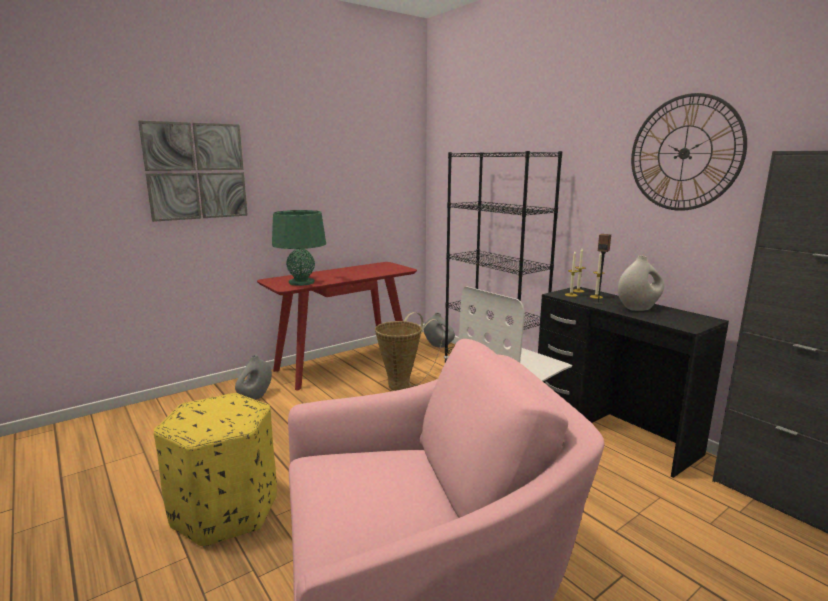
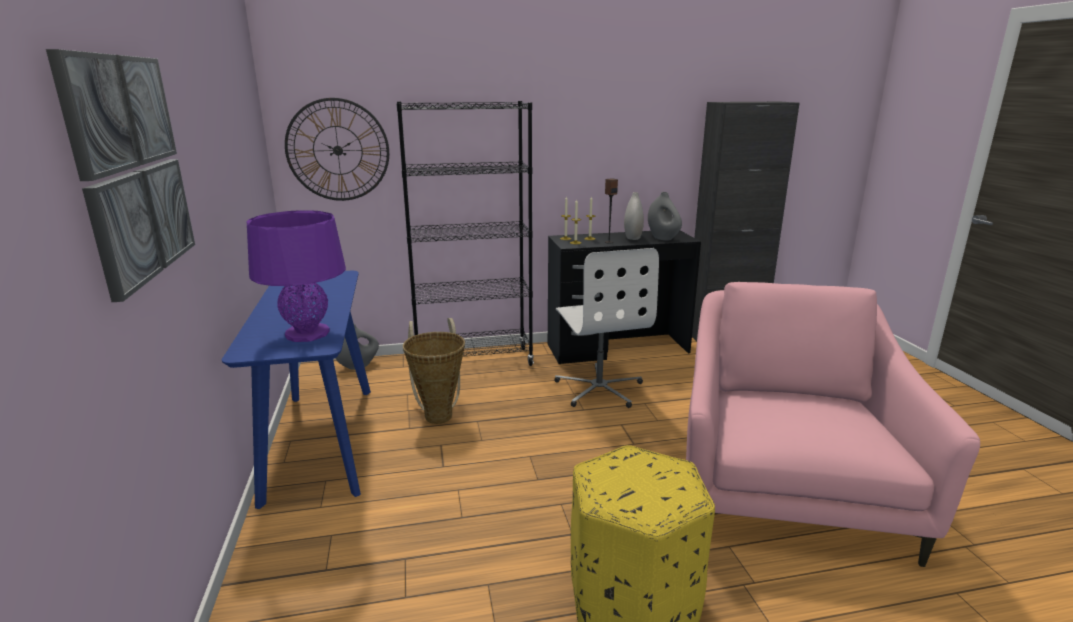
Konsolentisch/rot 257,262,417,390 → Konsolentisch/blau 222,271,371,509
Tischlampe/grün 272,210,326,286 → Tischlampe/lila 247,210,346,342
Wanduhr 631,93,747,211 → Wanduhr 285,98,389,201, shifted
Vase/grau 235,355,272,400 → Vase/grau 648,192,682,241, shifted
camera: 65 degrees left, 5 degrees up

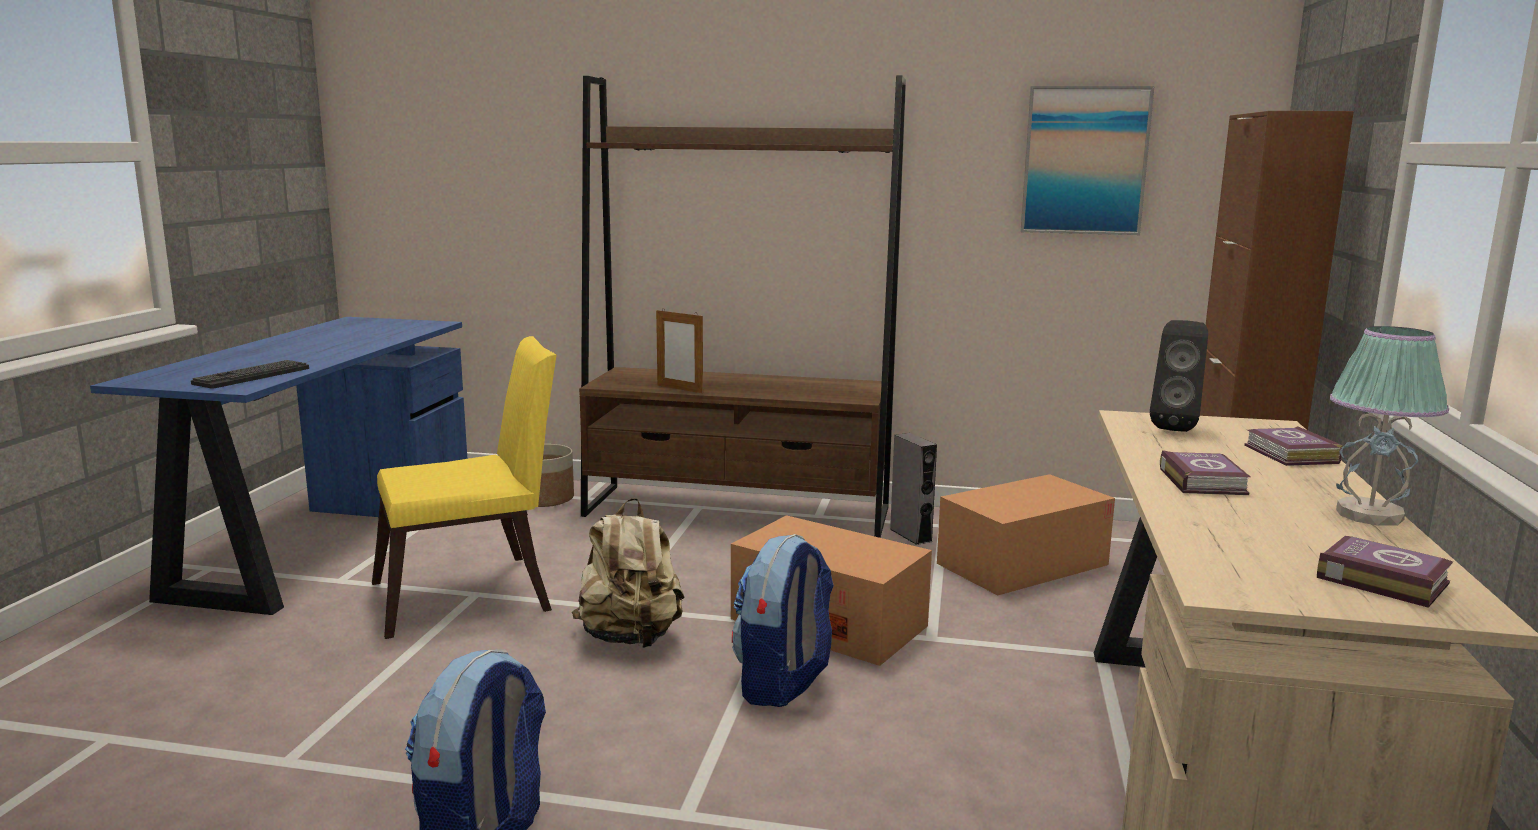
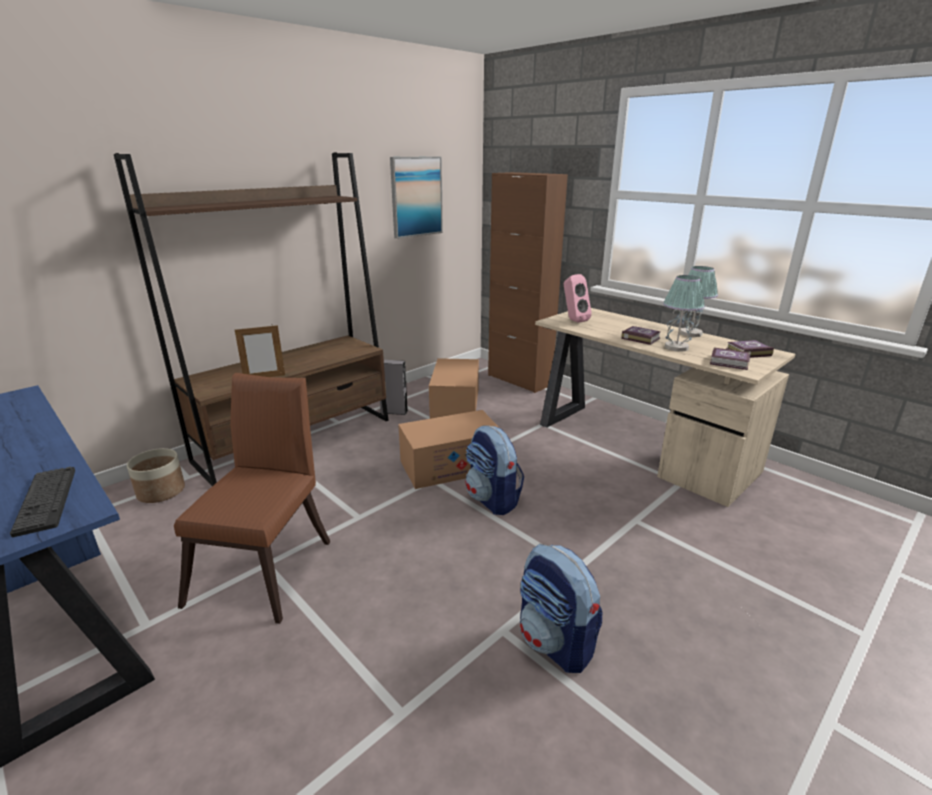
Stuhl/gelb 372,336,557,639 → Stuhl/braun 174,373,330,624
Lautsprecher/schwarz 1150,320,1208,432 → Lautsprecher/rosa 564,274,592,323
- → Tischlampe 663,275,705,352
Buch 1244,426,1343,466 → Buch 710,348,750,370, shifted
Rucksack/beige 572,498,684,648 → -
camera: 55 degrees left, 10 degrees up

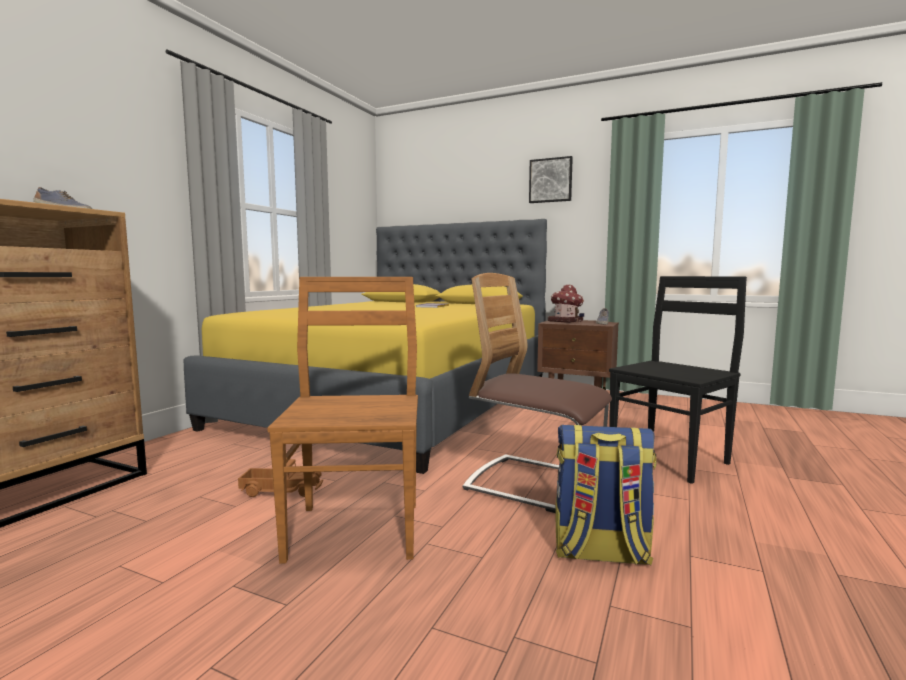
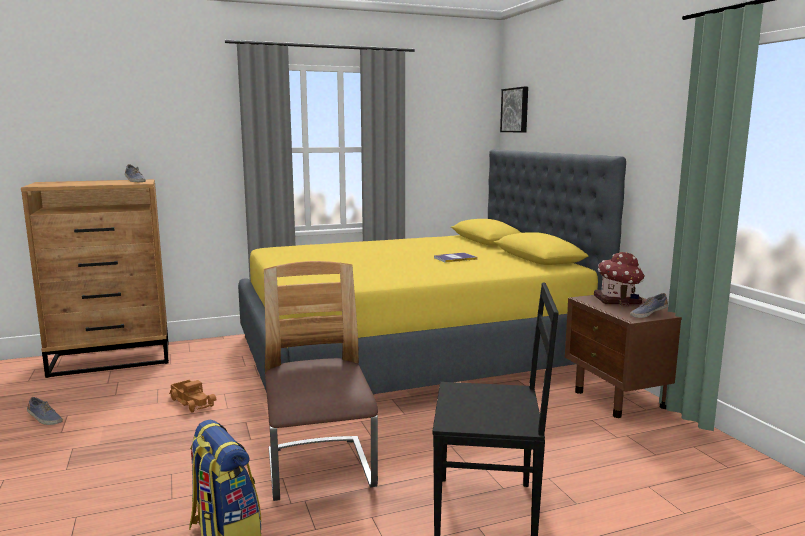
- → Schuh 27,397,63,425
Bild 529,156,573,203 → Bild 500,87,528,132, shifted
Stuhl/braun 267,277,418,564 → -
camera: 45 degrees right, 5 degrees up

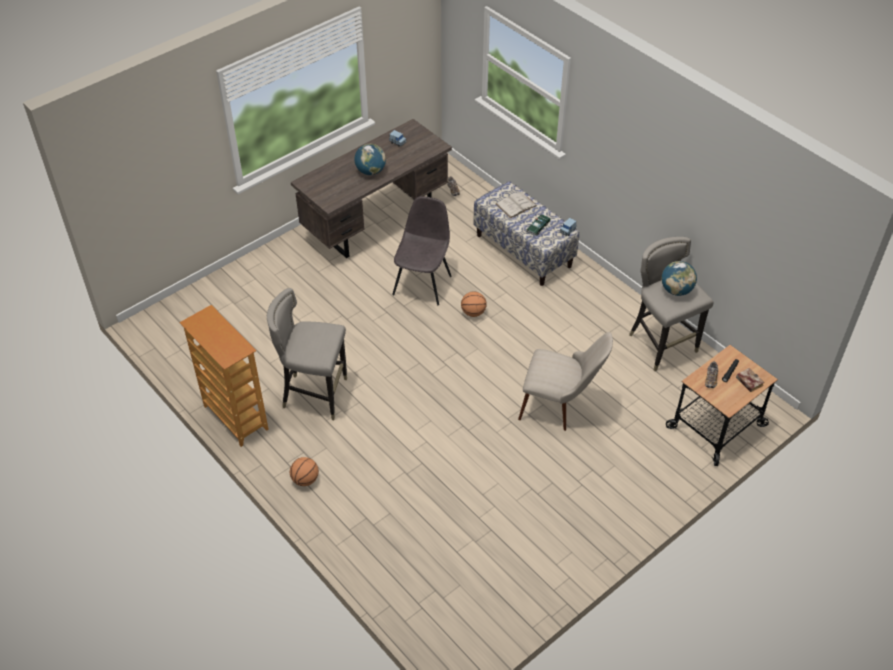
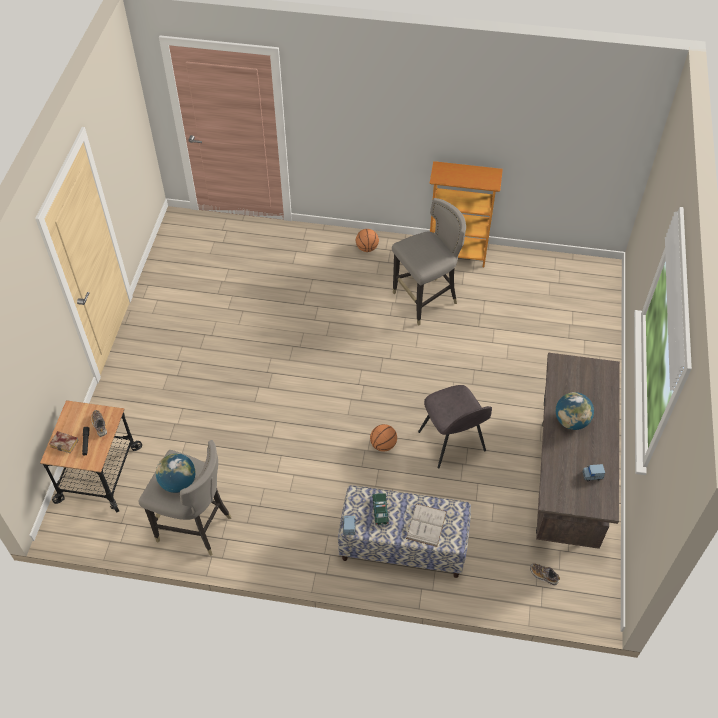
Stuhl/beige 518,332,613,431 → -
camera: 140 degrees right, 5 degrees up

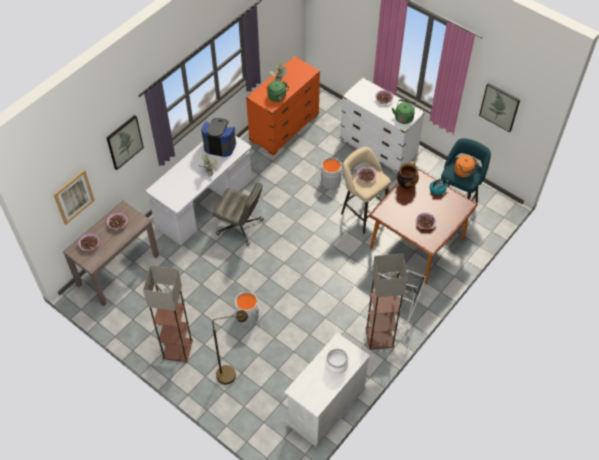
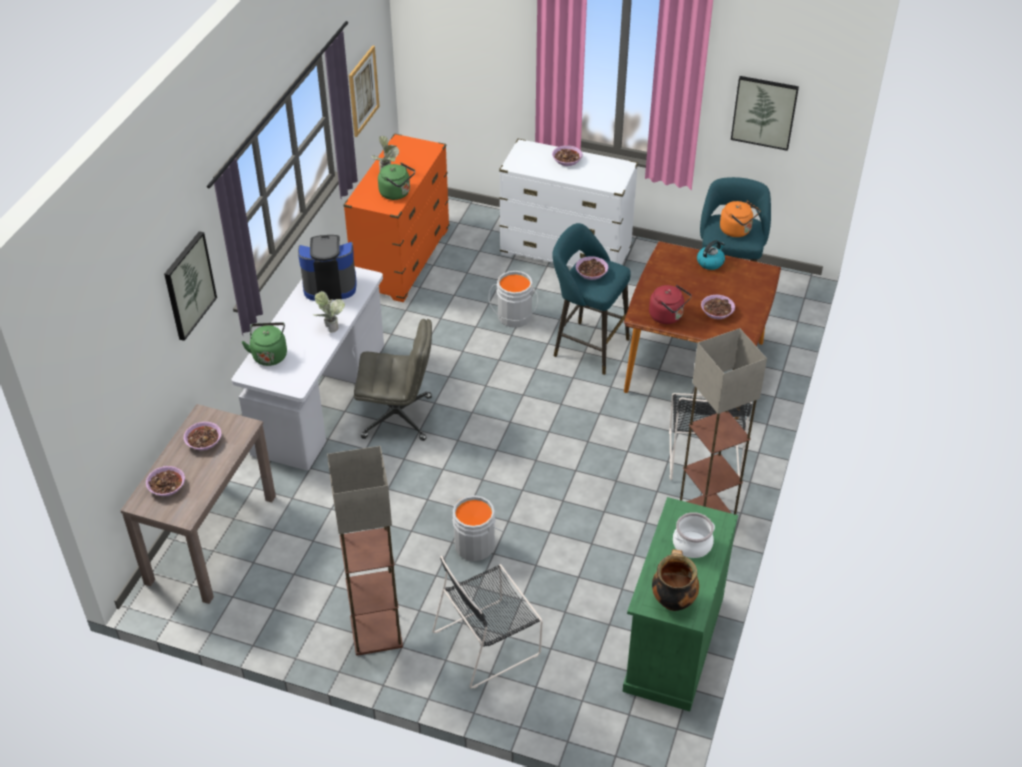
Wasserkessel/grün 392,99,416,124 → Wasserkessel/grün 242,322,287,366, shifted
Bild 53,170,95,225 → Bild 349,45,380,137, shifted
Stehlampe/braun 212,310,248,384 → Stuhl/schwarz 432,556,543,689
Hocker/beige 341,147,390,234 → Hocker/türkis 552,223,631,375
Schrank/weiß 284,333,370,447 → Schrank/grün 622,497,738,711
- → Wasserkessel/rot 649,285,692,324
Kochtopf 397,161,419,189 → Kochtopf 652,549,699,611, shifted
camera: 20 degrees left, 10 degrees down

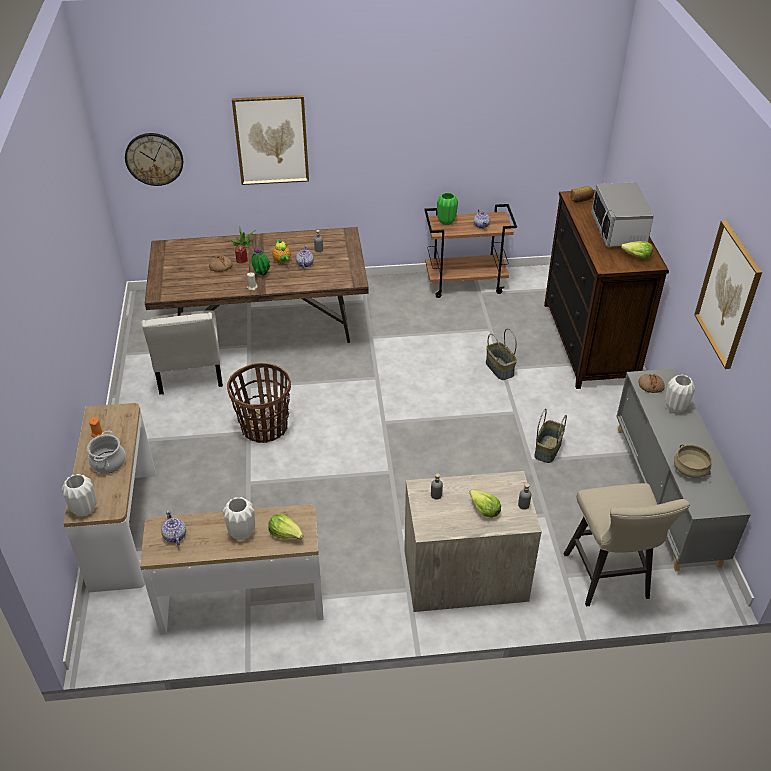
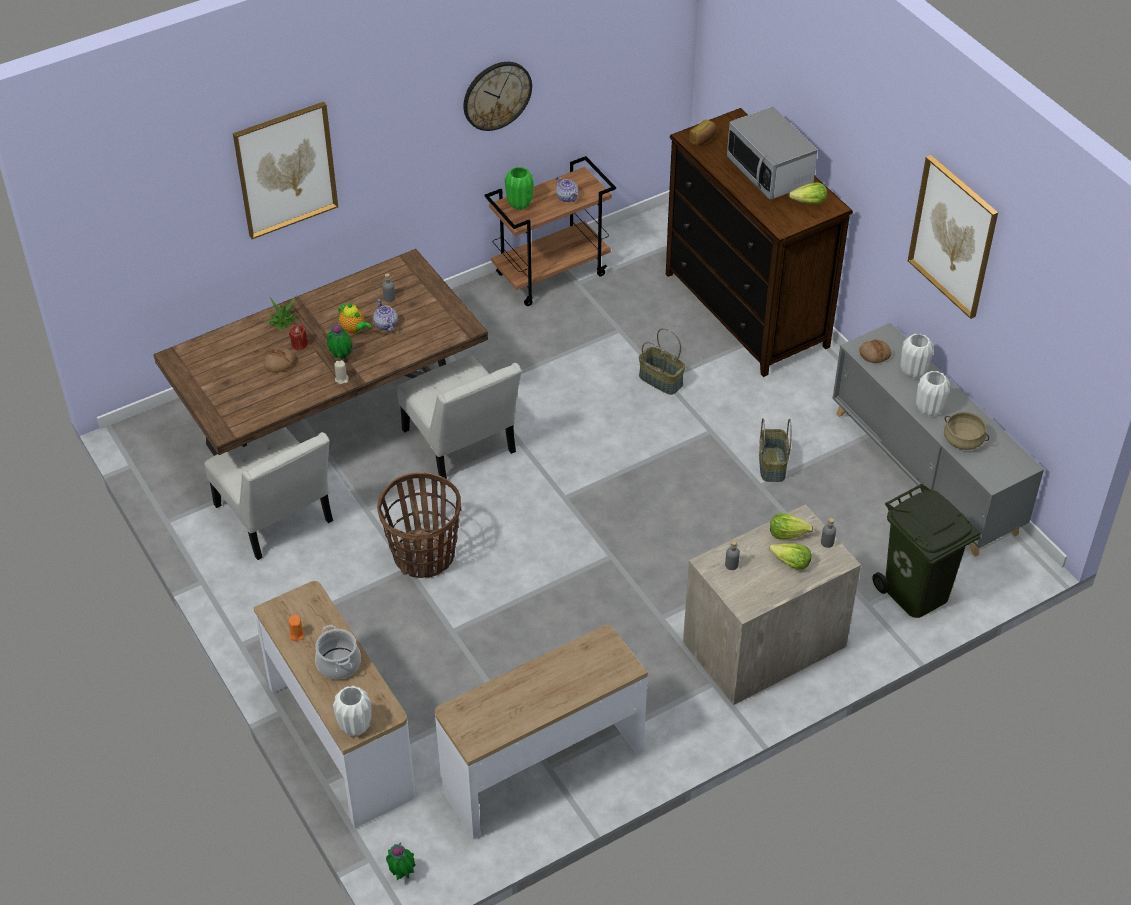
- → Topfpflanze 386,842,415,880
- → Stuhl/weiß 397,355,522,479
Wanduhr 125,133,183,186 → Wanduhr 463,62,532,131, shifted
Salatkopf 268,514,303,540 → Salatkopf 770,513,813,539, shifted
Hocker/beige 564,483,690,606 → Mülleimer/grün 872,484,981,618
Vase/weiß 223,497,255,540 → Vase/weiß 916,371,950,417, shifted
Teekanne 161,510,186,546 → -
camera: 25 degrees left, 5 degrees up

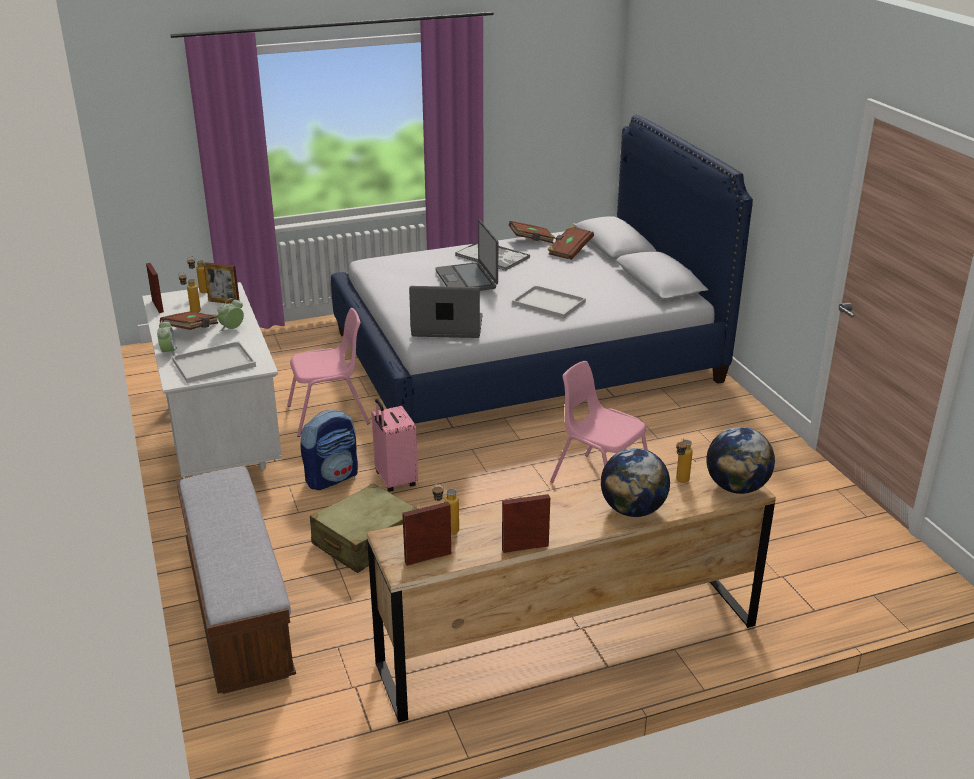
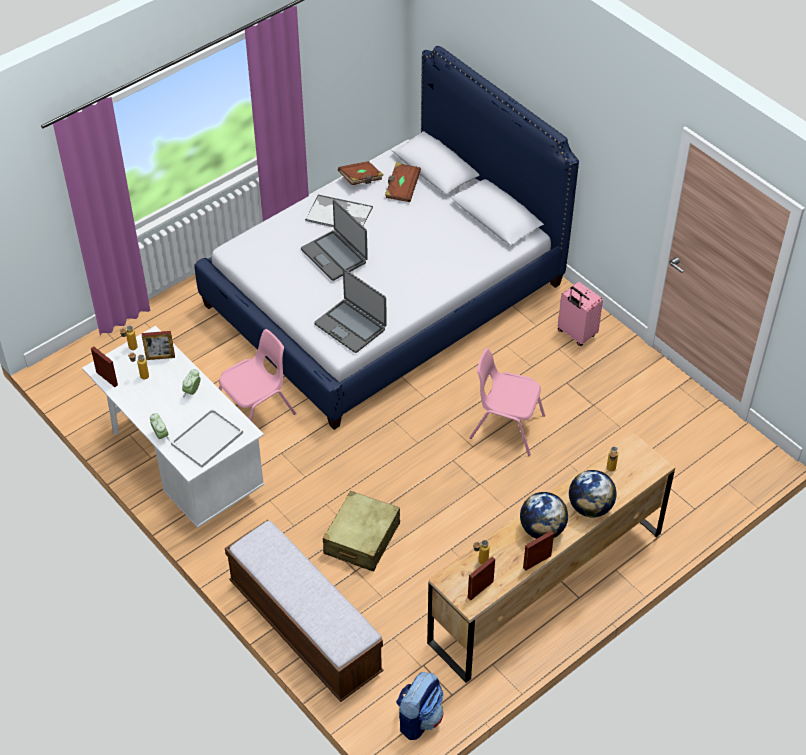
Laptop 409,286,482,338 → Laptop 315,269,387,353, 120 degrees counterclockwise
Rucksack 300,410,358,490 → Rucksack 396,672,443,740, shifted
Globus 706,427,775,494 → Globus 520,492,568,539, shifted
Koffer/rosa 371,399,418,492 → Koffer/rosa 558,282,603,346, shifted
Buch/braun 160,311,218,330 → -
Tablett/weiß 512,285,586,319 → -
camera: 20 degrees left, 20 degrees up

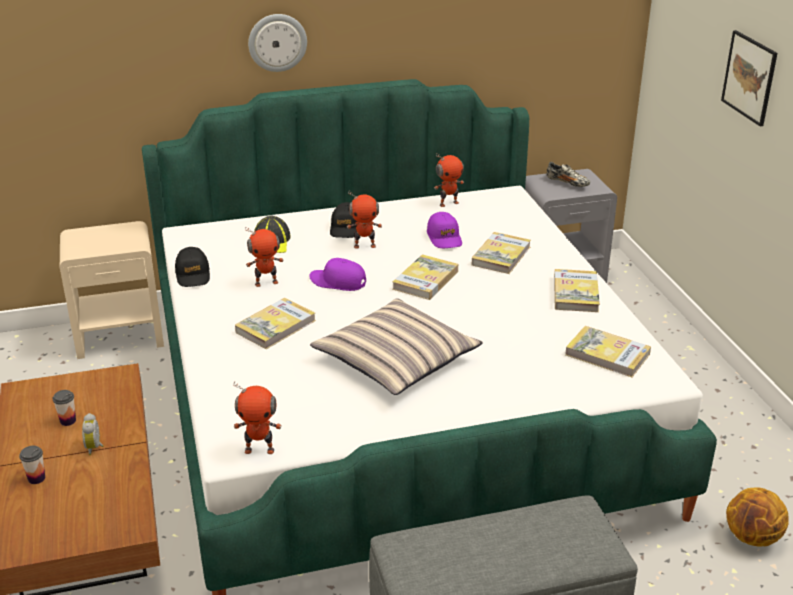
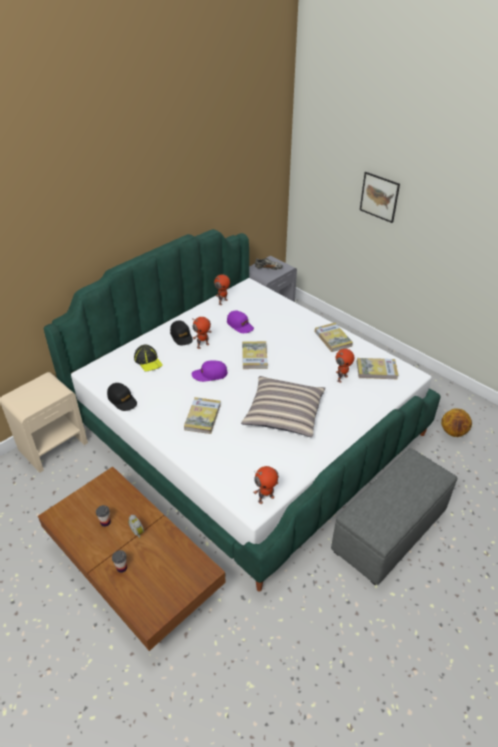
Spielzeugroboter 245,228,283,287 → Spielzeugroboter 336,349,354,383, shifted
Wanduhr 248,14,307,72 → -
Buch 472,232,531,274 → -
camera: 30 degrees left, 10 degrees up

